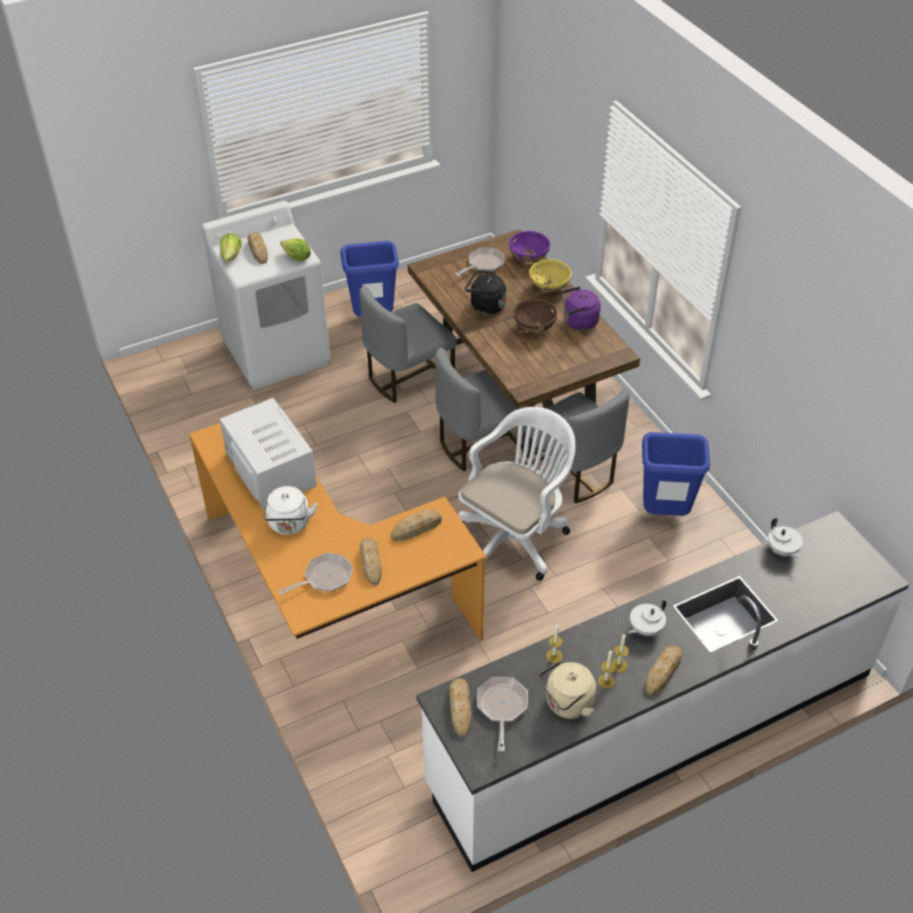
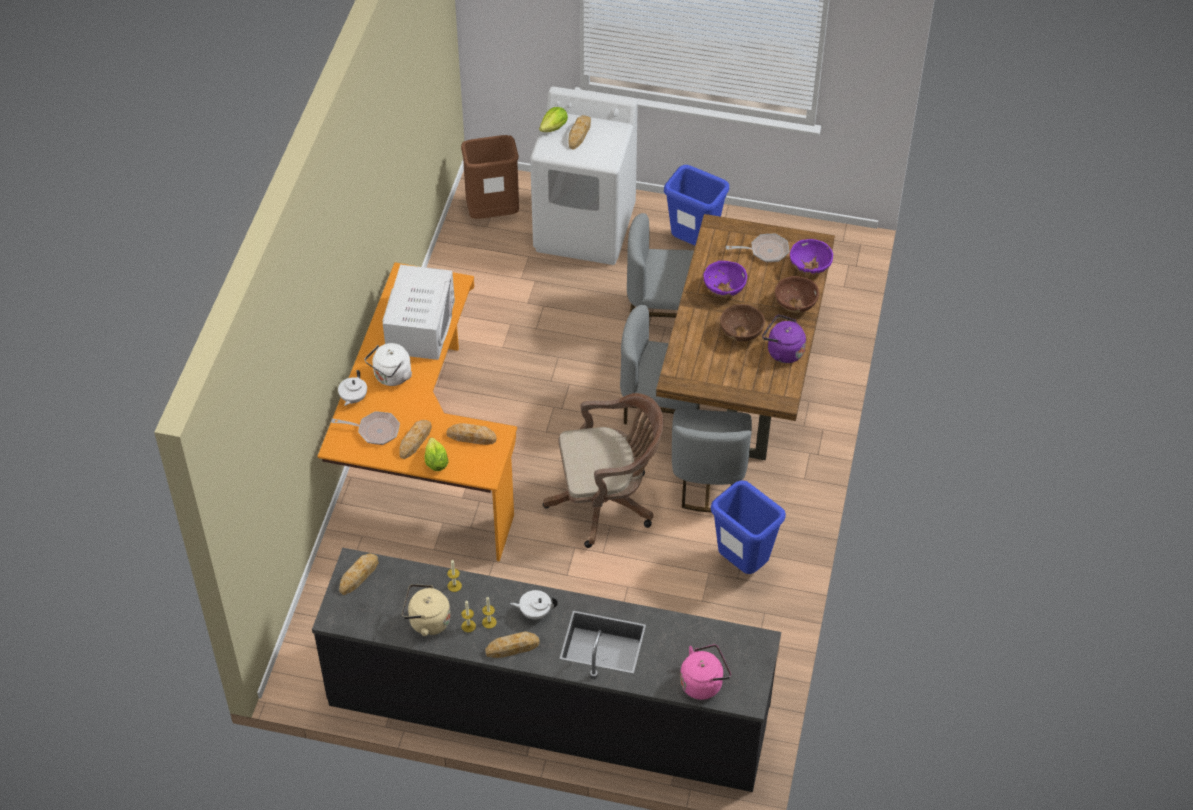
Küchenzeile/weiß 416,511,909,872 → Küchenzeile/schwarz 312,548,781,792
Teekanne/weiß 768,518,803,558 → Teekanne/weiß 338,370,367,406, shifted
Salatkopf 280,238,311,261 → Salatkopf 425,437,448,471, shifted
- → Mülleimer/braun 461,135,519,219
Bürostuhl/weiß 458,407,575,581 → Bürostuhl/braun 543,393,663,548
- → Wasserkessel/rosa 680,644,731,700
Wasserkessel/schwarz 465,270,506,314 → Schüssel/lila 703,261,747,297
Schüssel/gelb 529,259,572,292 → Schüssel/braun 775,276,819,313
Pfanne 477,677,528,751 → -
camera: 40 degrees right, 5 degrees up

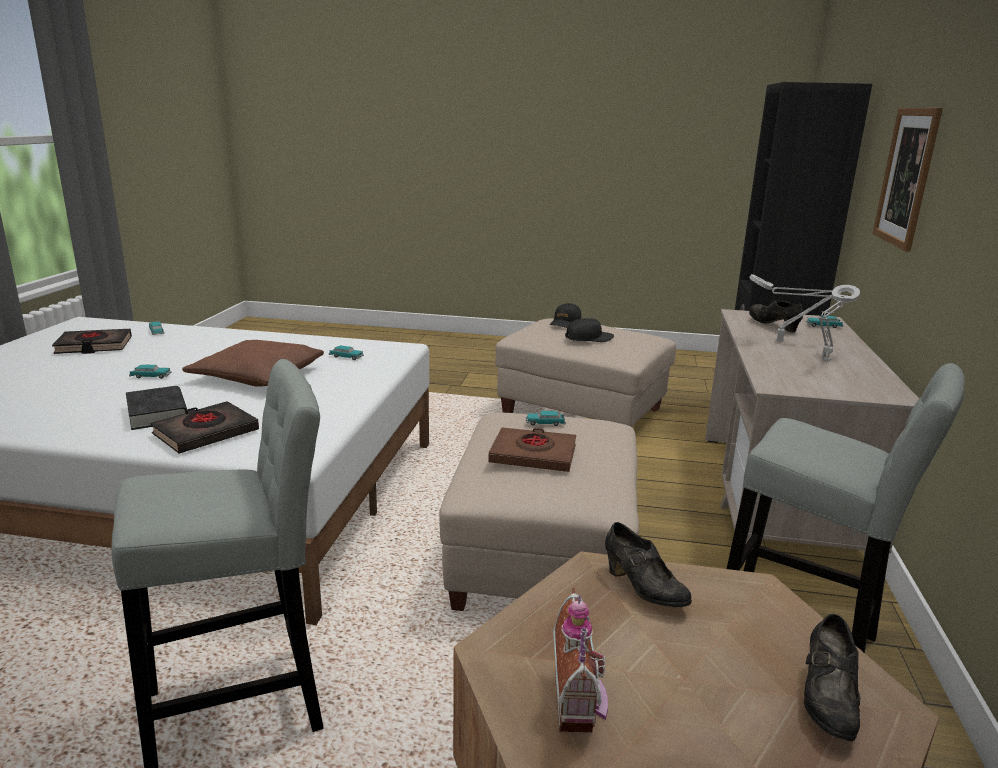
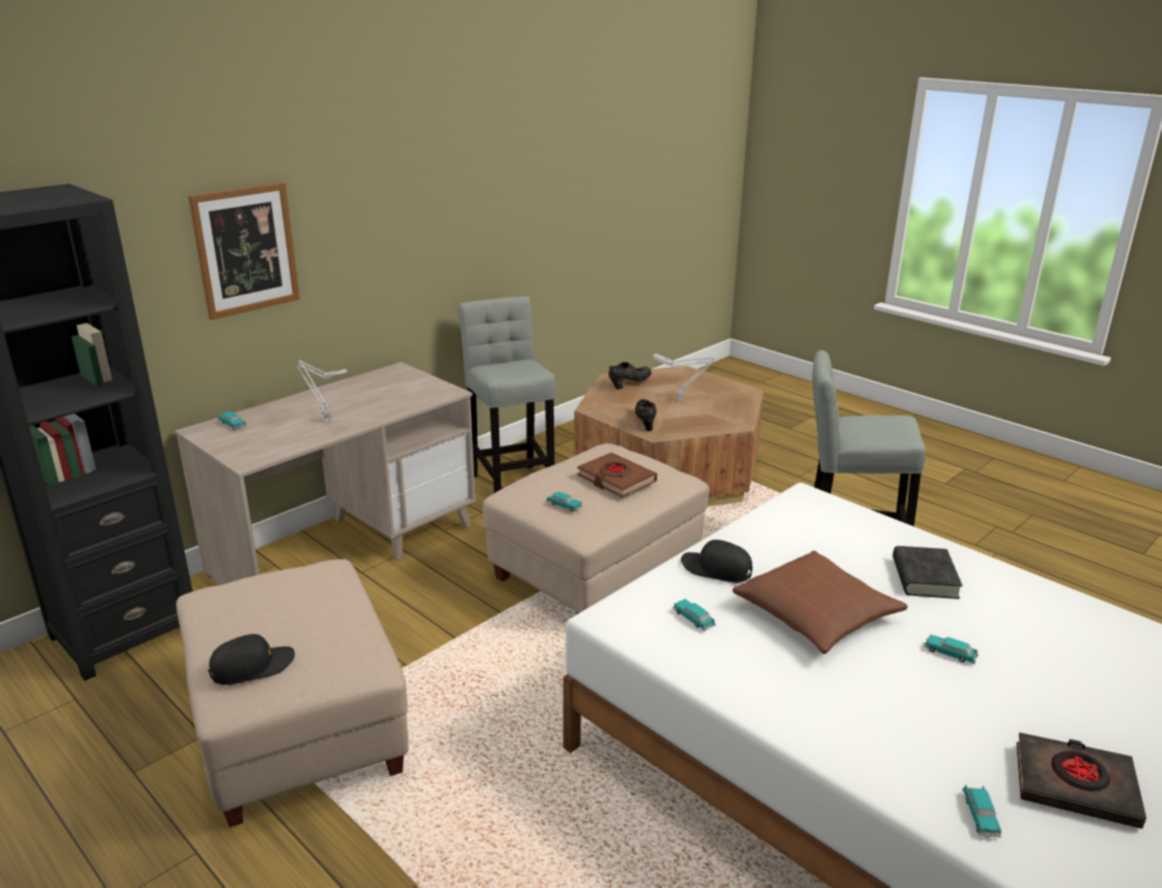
Tischlampe/grau 818,285,860,361 → Tischlampe/grau 653,354,714,402, shifted
Kappe/schwarz 565,318,614,342 → Kappe/schwarz 681,540,753,583, shifted
Buch/schwarz 150,401,259,454 → -
Spielzeughaus 553,588,608,733 → -
Schuh/schwarz 749,300,804,333 → -
camera: 145 degrees left, 5 degrees up

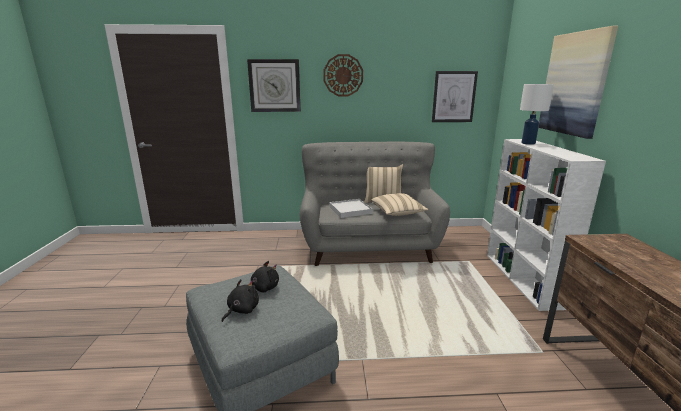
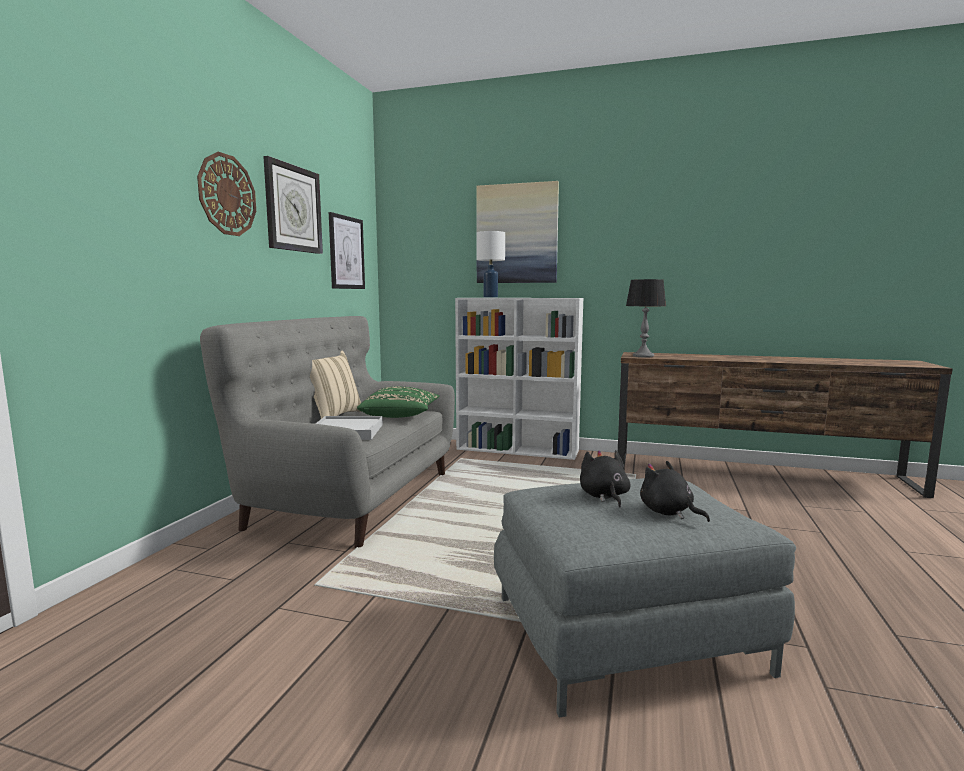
Wanduhr 247,59,301,112 → Wanduhr 263,156,323,254, shifted
Kissen/beige 371,193,428,216 → Kissen/grün 357,387,440,418
- → Tischlampe 626,279,666,357
camera: 70 degrees left, 10 degrees down

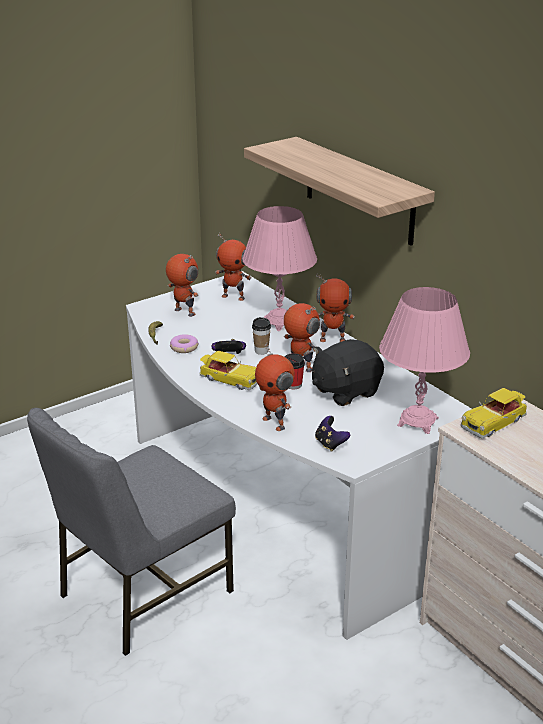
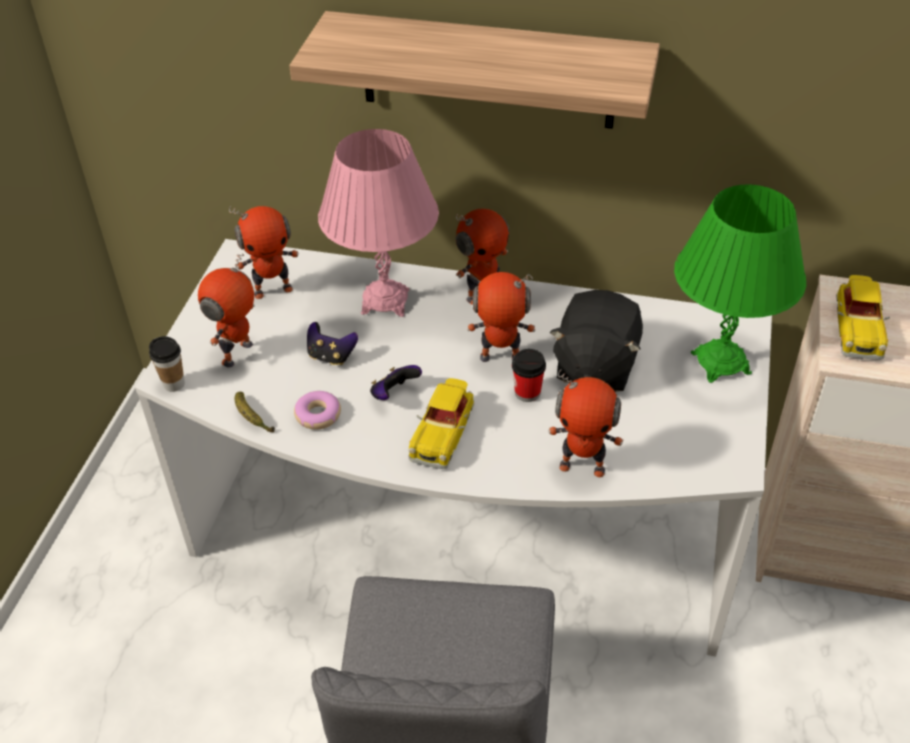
Tasse 252,317,271,355 → Tasse 149,336,185,392, shifted
Spielzeugroboter 166,254,199,317 → Spielzeugroboter 198,253,255,367, 60 degrees counterclockwise
Gamepad 315,416,350,452 → Gamepad 307,322,358,365, shifted
Spielzeugauto 200,351,257,390 → Spielzeugauto 409,378,474,469, 120 degrees clockwise
Tischlampe/rosa 379,287,470,434 → Tischlampe/grün 674,184,806,383
camera: 40 degrees left, 15 degrees up

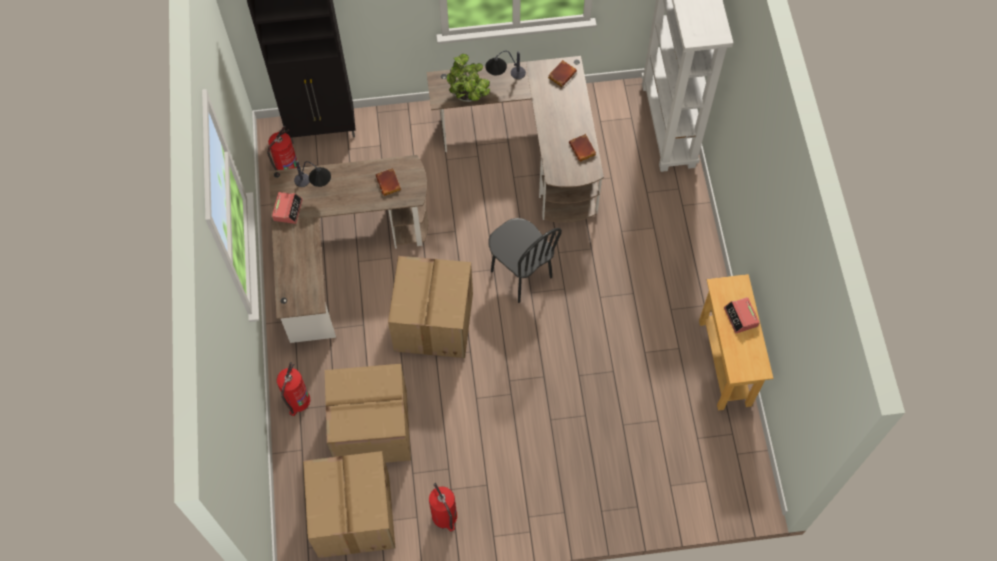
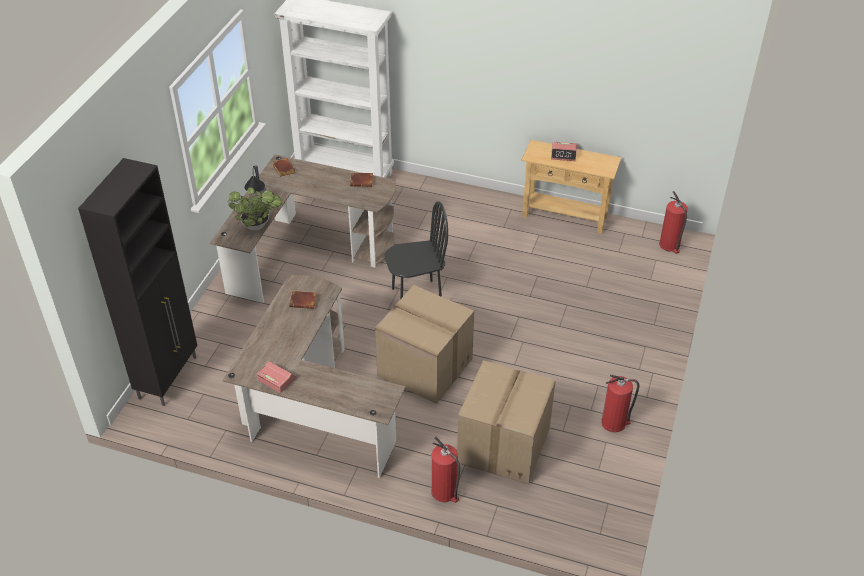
Feuerlöscher 267,126,297,176 → Feuerlöscher 659,191,688,254, shifted
Tischlampe 294,161,331,187 → -
Karton 303,451,395,558 → -
camera: 65 degrees left, 20 degrees down

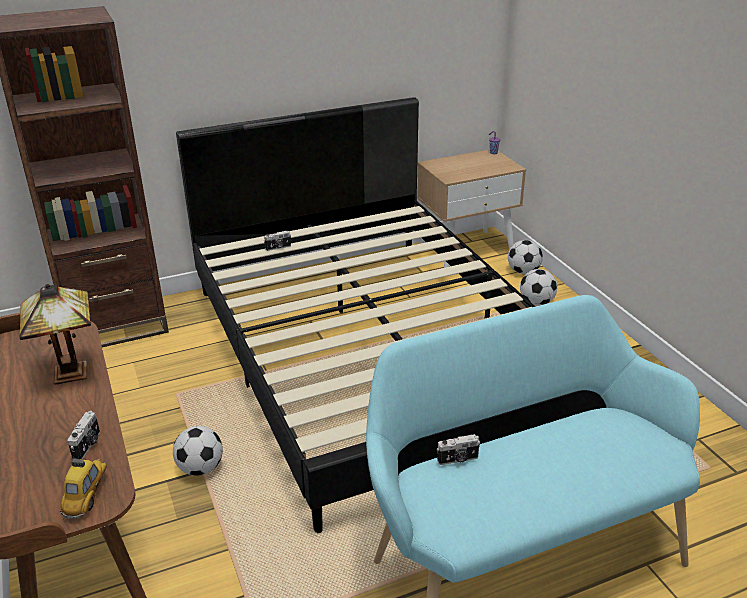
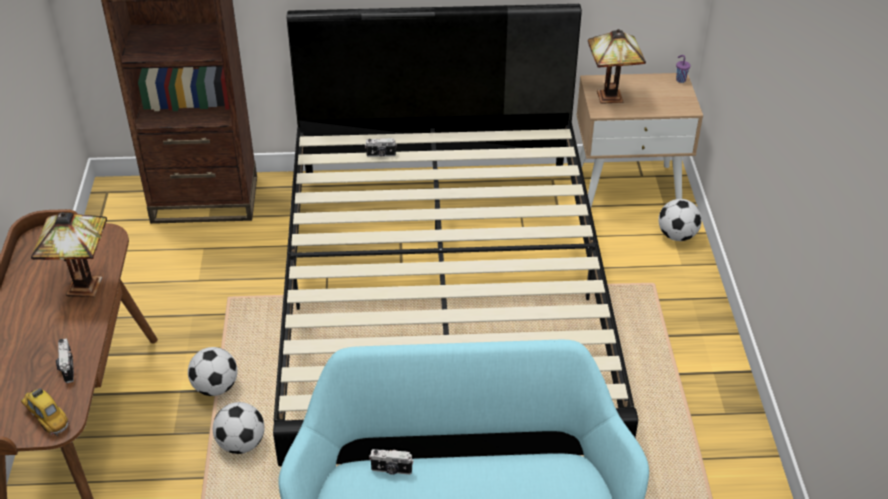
Spielzeugauto 60,457,107,519 → Spielzeugauto 21,388,69,436, 75 degrees counterclockwise
Kamera 67,411,100,460 → Kamera 56,339,74,383, 135 degrees clockwise
Fußball 520,269,557,306 → Fußball 213,402,265,454, shifted
- → Tischlampe 588,29,646,104
camera: 20 degrees right, 10 degrees up

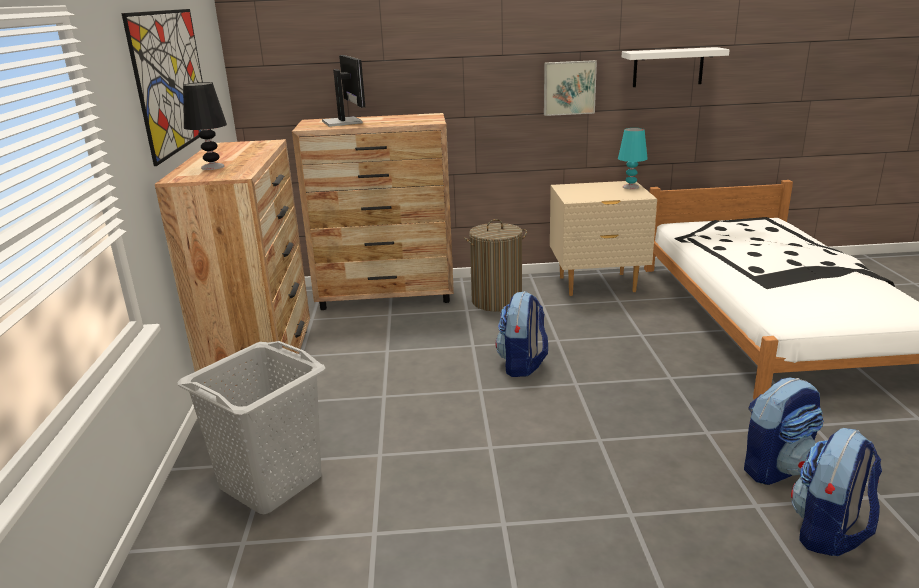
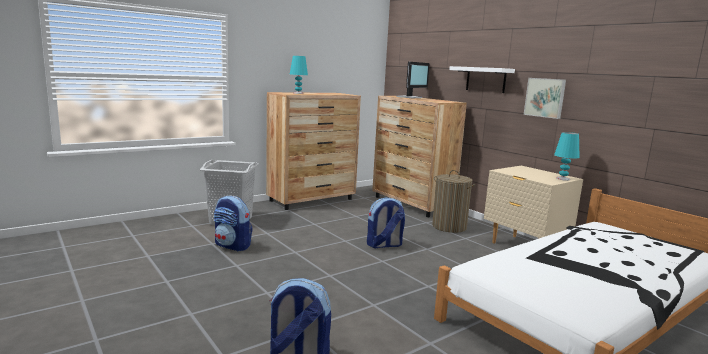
Rucksack 744,378,824,485 → Rucksack 214,196,252,251, shifted
Tischlampe/schwarz 183,82,227,170 → Tischlampe/türkis 290,56,308,94
Wandregal/weiß 622,47,730,87 → Wandregal/weiß 449,66,515,93, shifted
Bild 121,9,211,166 → -
camera: 55 degrees right, 10 degrees down

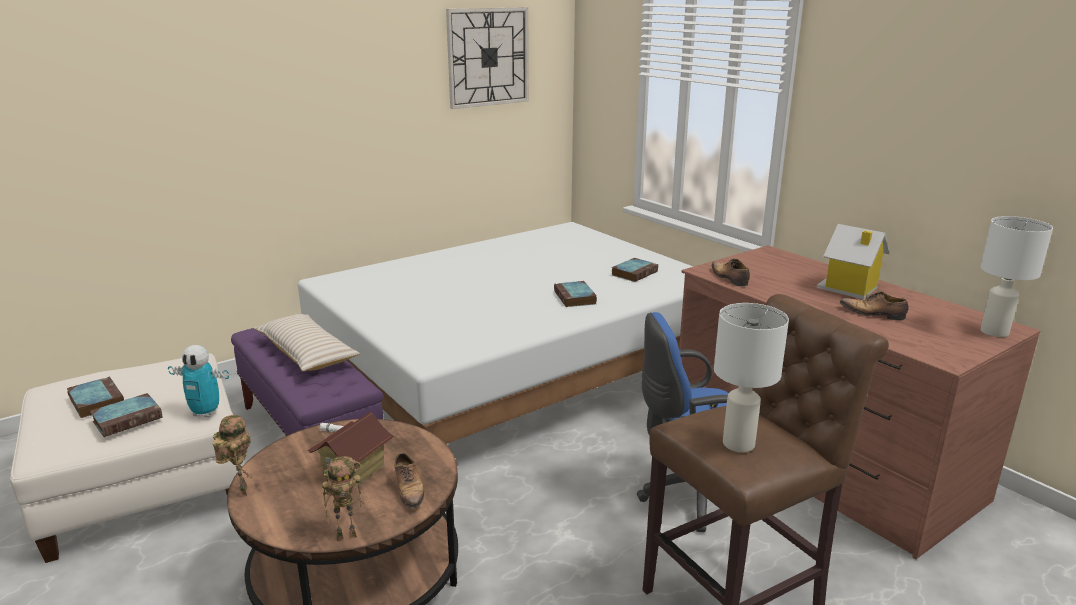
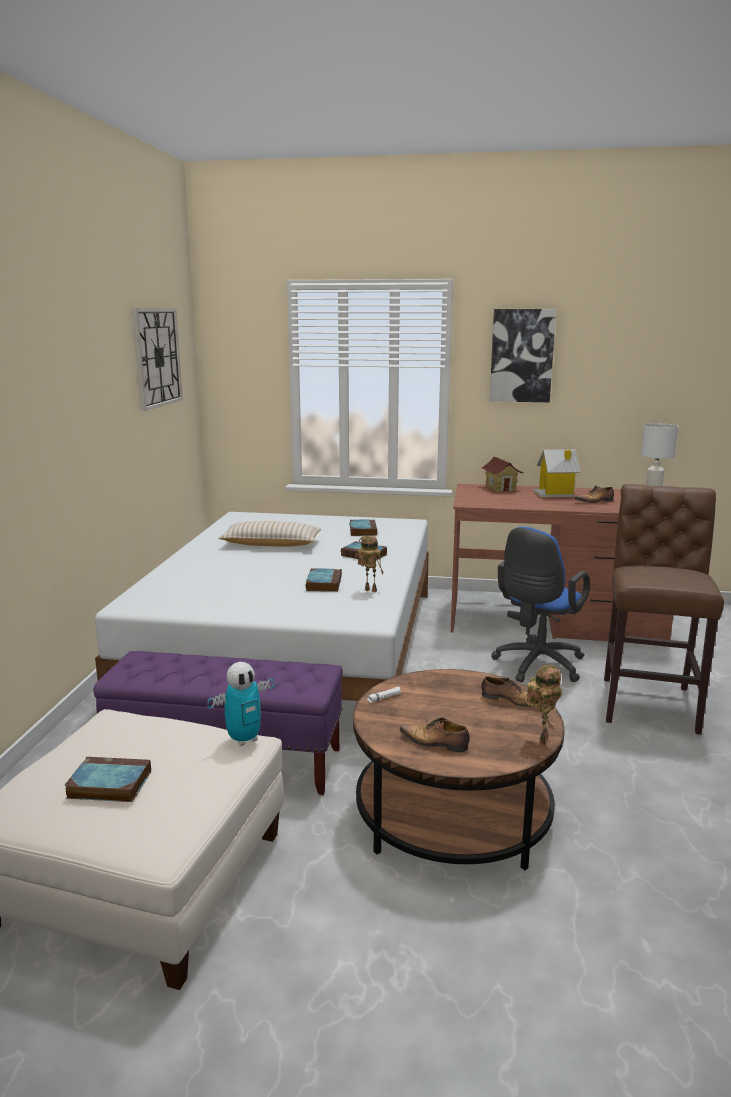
Kissen/beige 254,314,360,371 → Kissen/beige 218,521,321,547, shifted
Buch 90,393,163,437 → Buch 305,568,342,592, shifted
Spielzeugroboter 212,415,252,497 → Spielzeugroboter 358,536,383,592, shifted
Schuh 712,259,750,286 → Schuh 400,717,470,752, shifted
Spielzeughaus 307,412,394,487 → Spielzeughaus 482,457,524,492, shifted
- → Bild 490,309,556,402
Tischlampe/weiß 714,303,789,452 → -
camera: 45 degrees left, 5 degrees down

